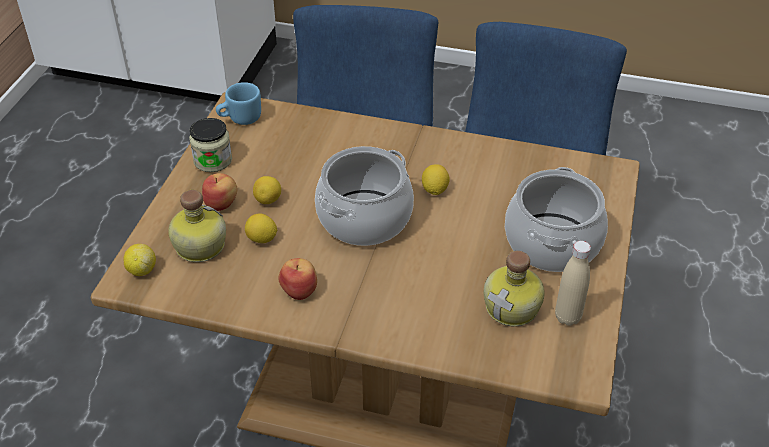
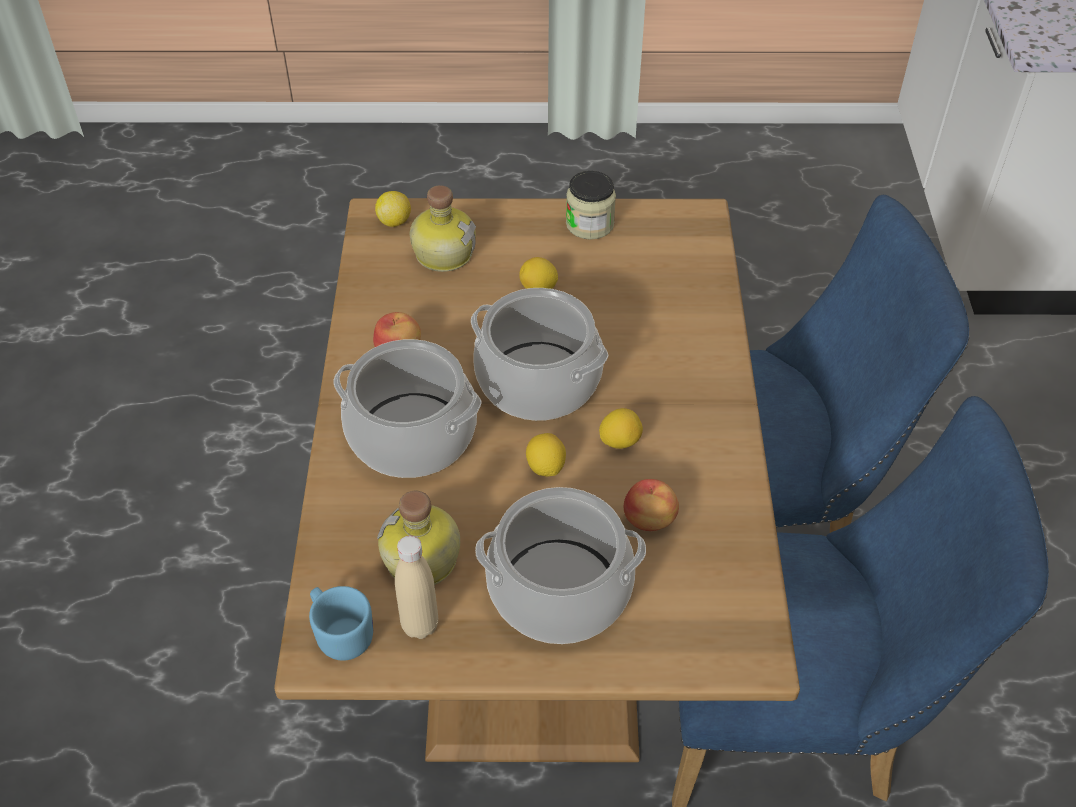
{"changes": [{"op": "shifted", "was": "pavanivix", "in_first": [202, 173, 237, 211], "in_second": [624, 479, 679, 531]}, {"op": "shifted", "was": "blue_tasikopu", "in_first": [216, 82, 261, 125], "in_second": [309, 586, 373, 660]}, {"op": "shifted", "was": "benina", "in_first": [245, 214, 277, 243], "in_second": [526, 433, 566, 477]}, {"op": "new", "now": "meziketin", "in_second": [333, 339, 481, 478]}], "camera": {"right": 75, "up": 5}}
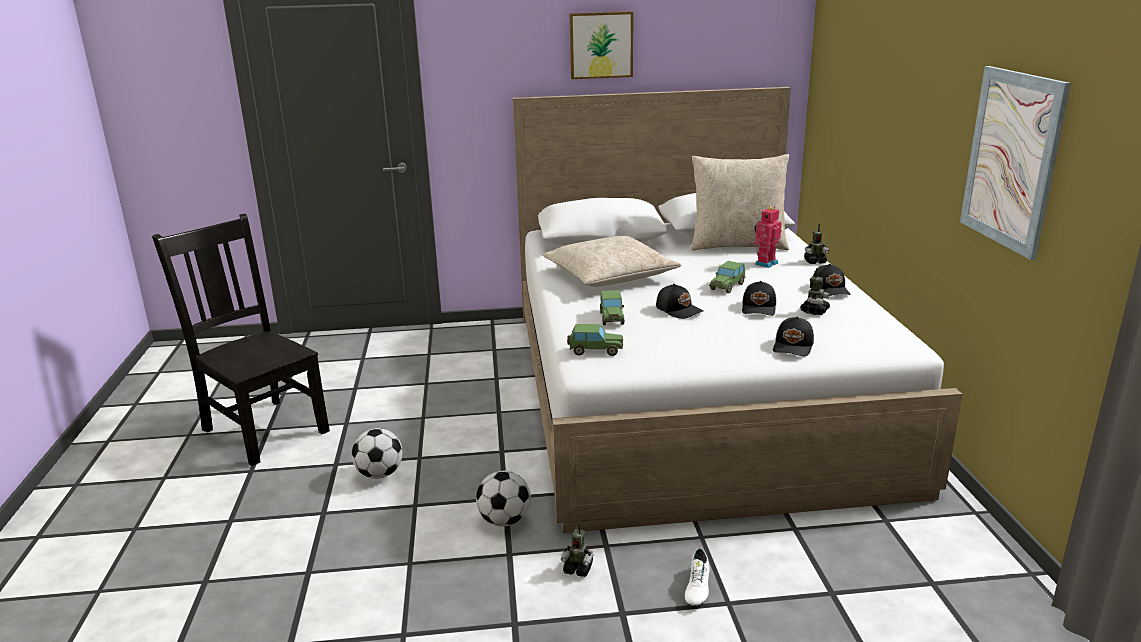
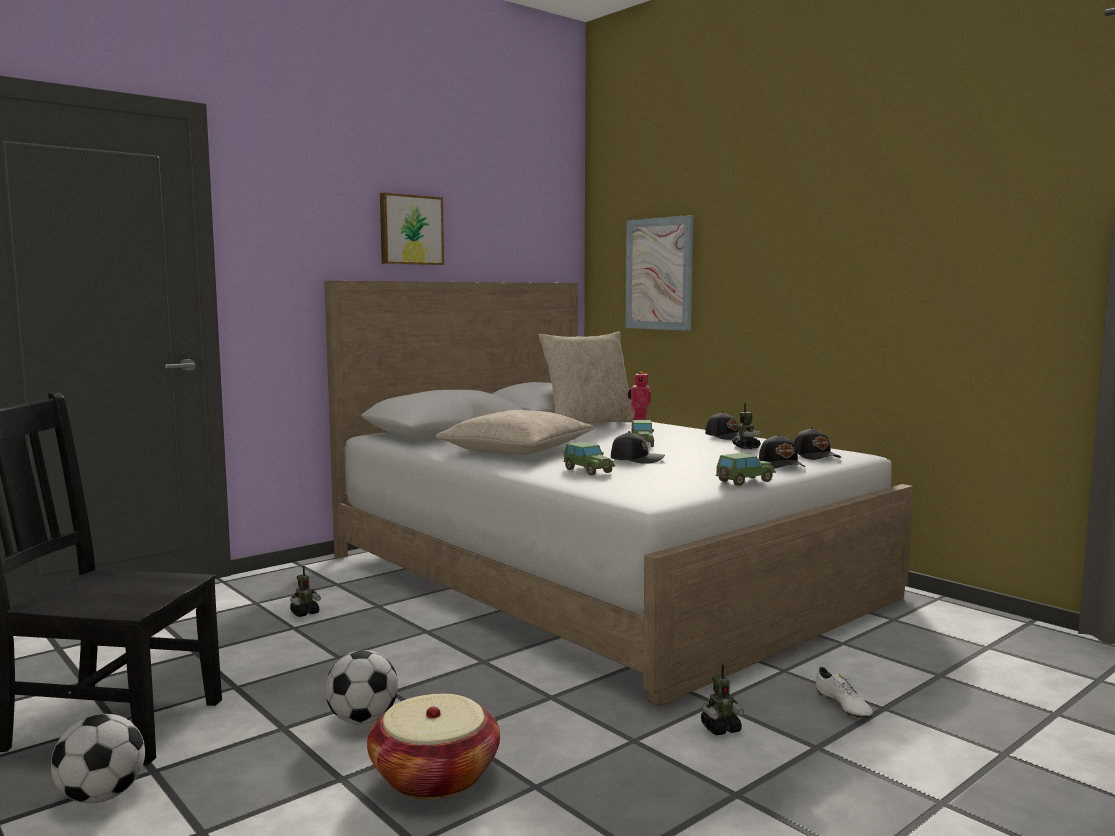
{"changes": [{"op": "shifted", "was": "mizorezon", "in_first": [476, 471, 531, 526], "in_second": [51, 714, 145, 803]}, {"op": "shifted", "was": "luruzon", "in_first": [567, 324, 623, 356], "in_second": [716, 453, 776, 486]}, {"op": "shifted", "was": "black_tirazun", "in_first": [742, 281, 776, 316], "in_second": [793, 427, 841, 460]}, {"op": "shifted", "was": "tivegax", "in_first": [804, 224, 829, 264], "in_second": [290, 566, 321, 617]}, {"op": "shifted", "was": "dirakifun", "in_first": [960, 66, 1071, 260], "in_second": [625, 215, 693, 331]}, {"op": "new", "now": "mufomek", "in_second": [367, 694, 500, 799]}], "camera": {"right": -35, "up": -15}}
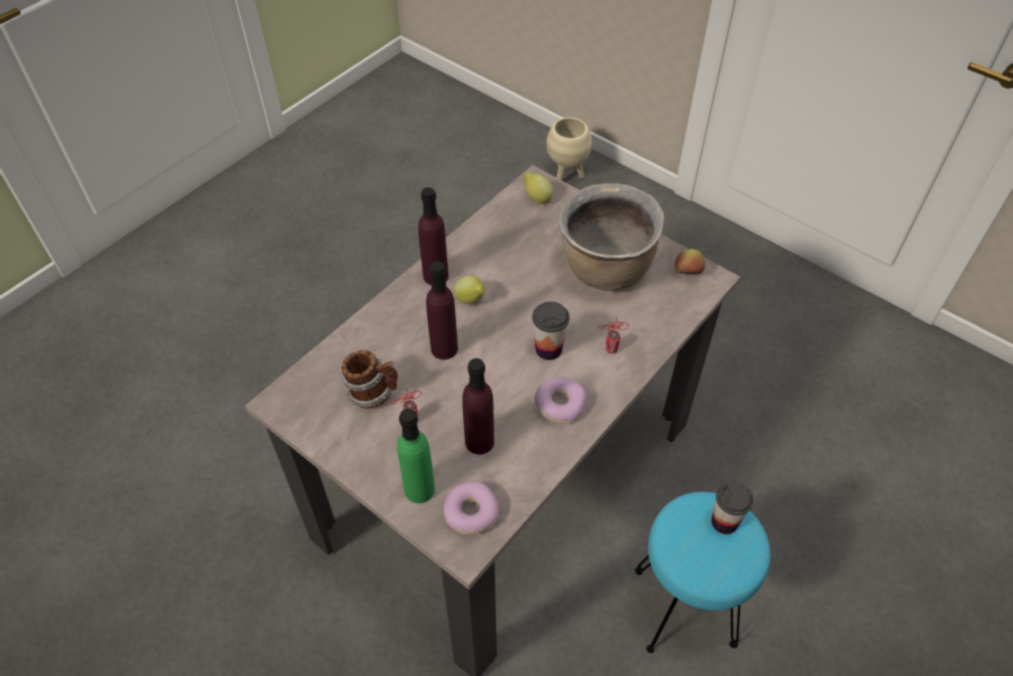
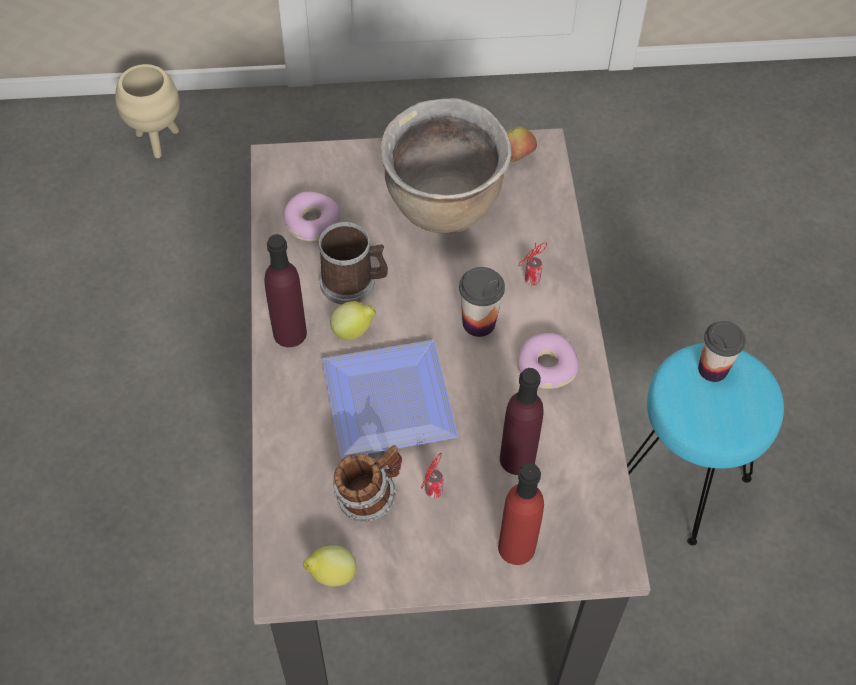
{"changes": [{"op": "repainted", "was": "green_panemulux", "now": "red_panemulux", "in_first": [397, 409, 435, 503], "in_second": [498, 463, 544, 565]}, {"op": "swapped", "was": "purple_panemulux", "now": "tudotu", "in_first": [426, 261, 458, 360], "in_second": [322, 340, 458, 458]}, {"op": "shifted", "was": "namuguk", "in_first": [443, 481, 499, 535], "in_second": [283, 191, 341, 241]}, {"op": "shifted", "was": "benina", "in_first": [524, 173, 553, 204], "in_second": [303, 545, 357, 587]}, {"op": "new", "now": "tasikopu", "in_second": [318, 222, 388, 304]}], "camera": {"right": -45, "up": 5}}
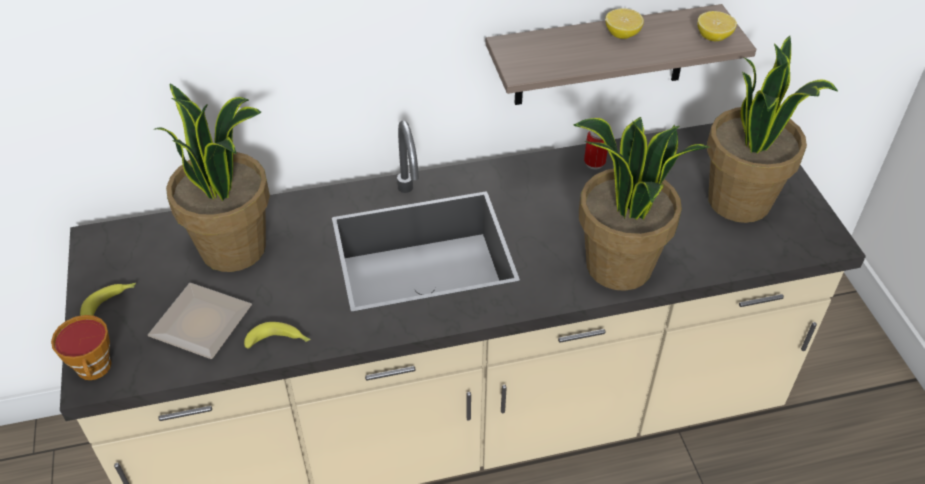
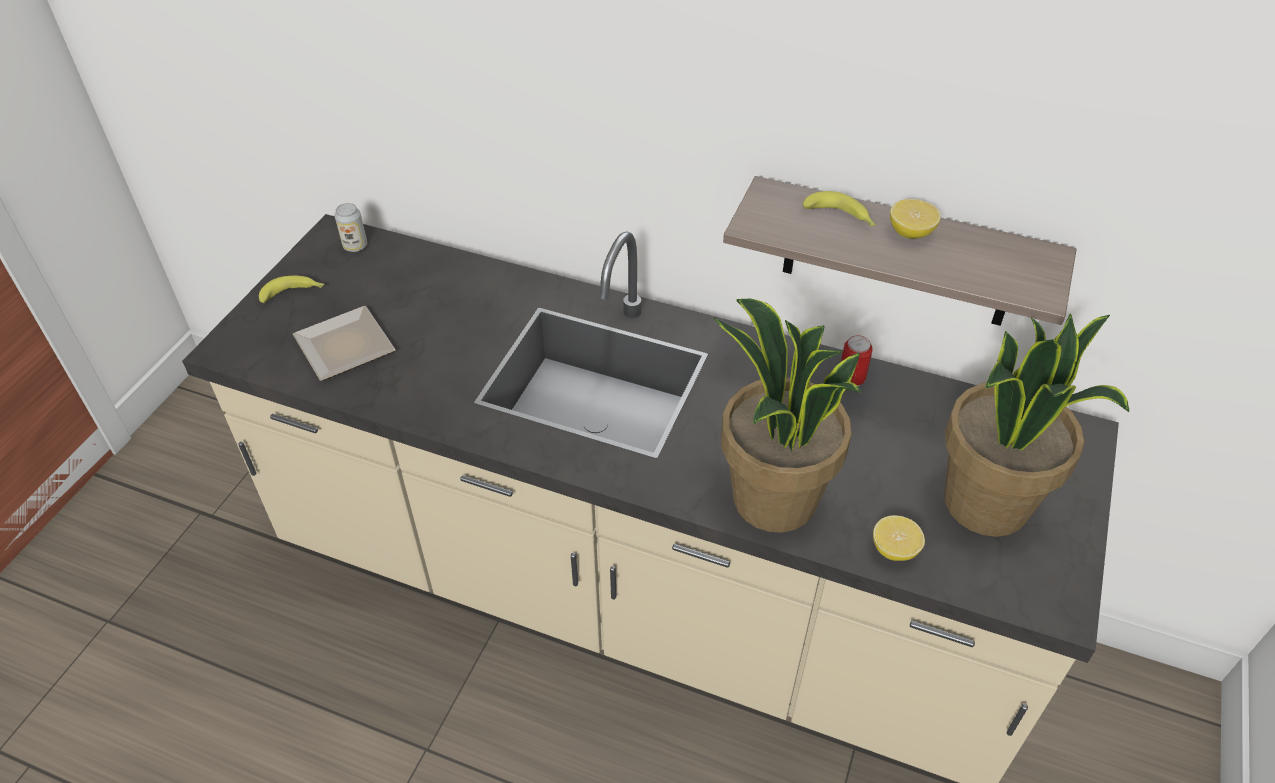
{"changes": [{"op": "gone", "was": "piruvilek", "in_first": [51, 315, 111, 380]}, {"op": "gone", "was": "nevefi", "in_first": [153, 83, 270, 272]}, {"op": "shifted", "was": "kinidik", "in_first": [244, 322, 310, 349], "in_second": [803, 191, 876, 227]}, {"op": "shifted", "was": "benina", "in_first": [698, 11, 737, 41], "in_second": [873, 515, 925, 561]}, {"op": "new", "now": "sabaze", "in_second": [335, 203, 367, 252]}], "camera": {"right": 35, "up": 0}}
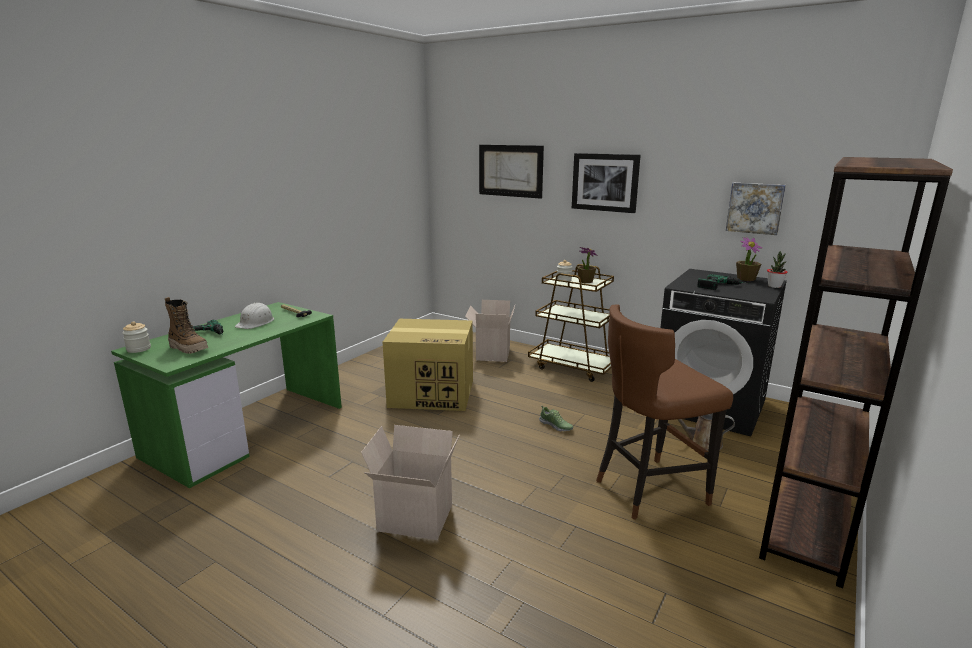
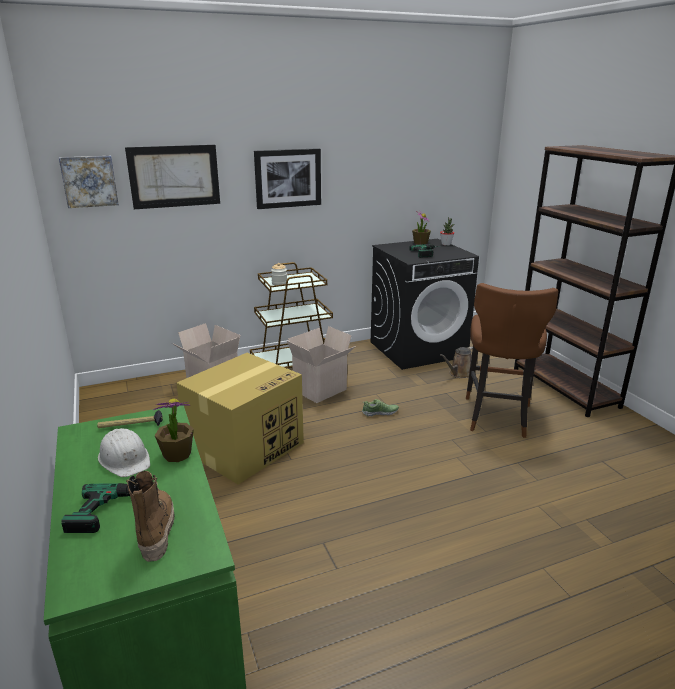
{"changes": [{"op": "gone", "was": "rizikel", "in_first": [122, 321, 151, 353]}, {"op": "rotated", "was": "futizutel", "in_first": [165, 297, 208, 354], "in_second": [126, 471, 174, 562], "clockwise": -75}, {"op": "shifted", "was": "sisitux", "in_first": [361, 425, 460, 540], "in_second": [287, 326, 356, 403]}, {"op": "shifted", "was": "nevefi", "in_first": [577, 247, 598, 283], "in_second": [153, 398, 194, 462]}, {"op": "shifted", "was": "dirakifun", "in_first": [726, 182, 786, 235], "in_second": [59, 156, 119, 208]}], "camera": {"right": -55, "up": 5}}
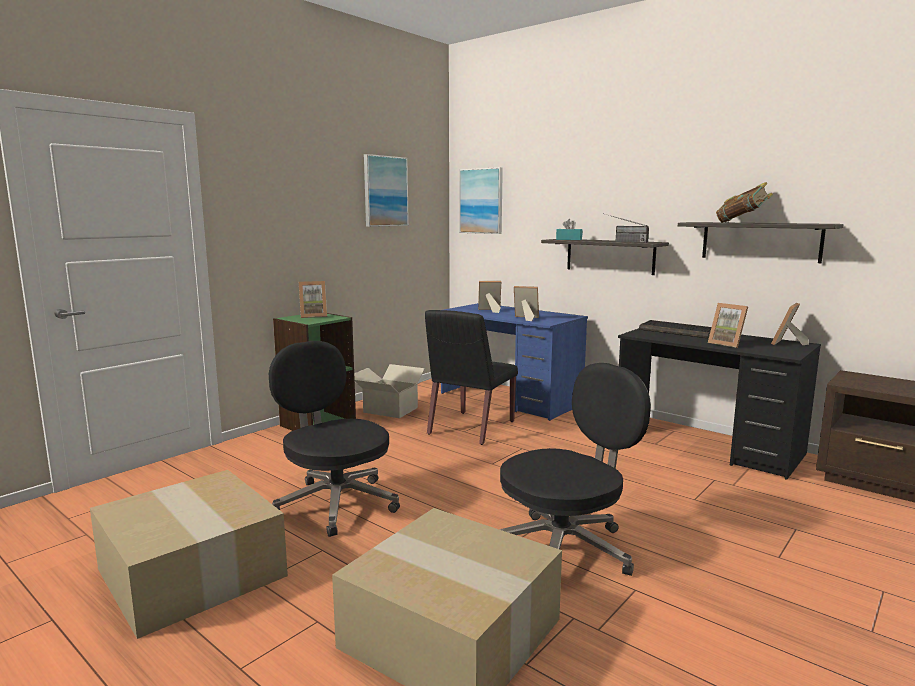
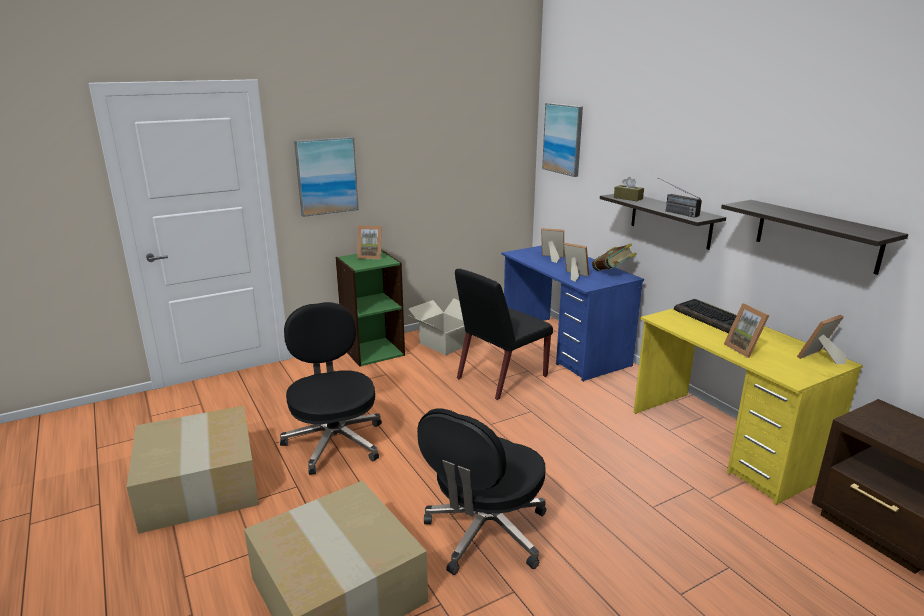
{"changes": [{"op": "shifted", "was": "dirakifun", "in_first": [364, 154, 409, 227], "in_second": [294, 137, 359, 217]}, {"op": "rotated", "was": "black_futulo", "in_first": [499, 363, 651, 576], "in_second": [417, 409, 546, 575], "clockwise": 135}, {"op": "repainted", "was": "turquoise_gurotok", "now": "brown_gurotok", "in_first": [556, 219, 582, 240], "in_second": [614, 177, 644, 201]}, {"op": "repainted", "was": "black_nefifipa", "now": "yellow_nefifipa", "in_first": [618, 328, 821, 480], "in_second": [633, 301, 863, 505]}, {"op": "shifted", "was": "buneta", "in_first": [716, 182, 773, 223], "in_second": [592, 244, 637, 271]}], "camera": {"right": 20, "up": 10}}
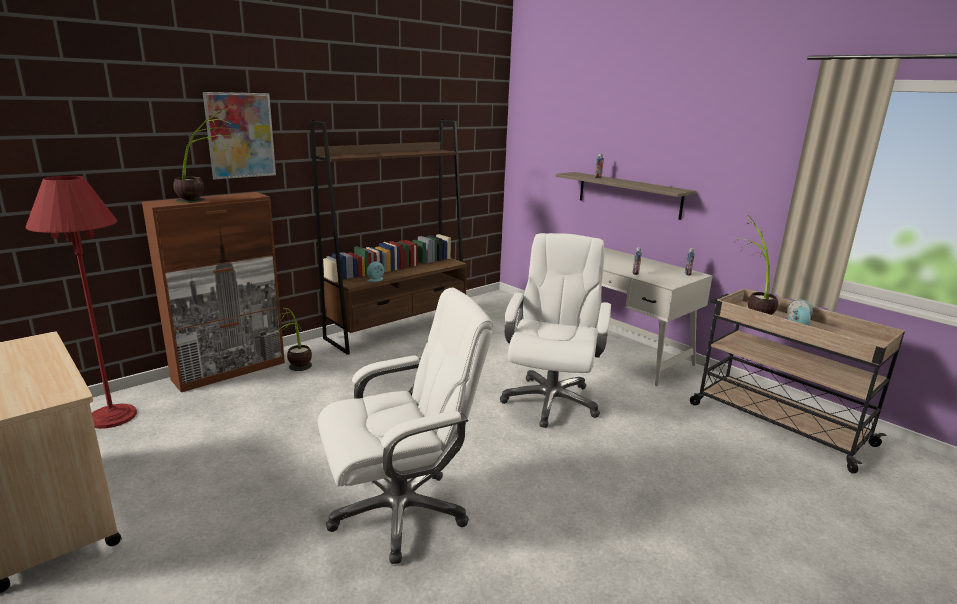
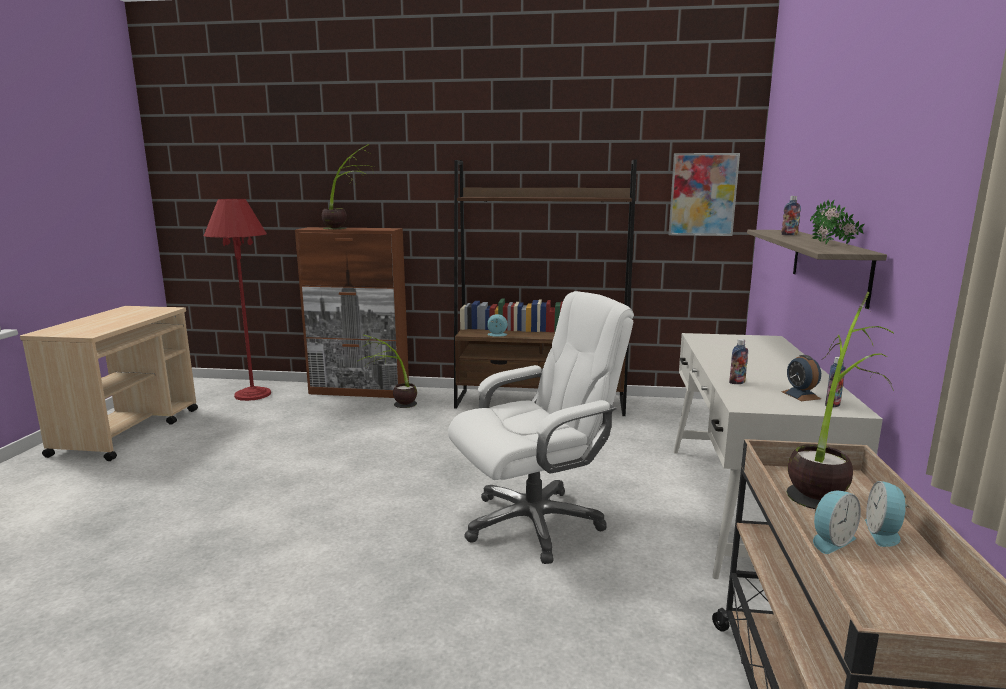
{"changes": [{"op": "shifted", "was": "dirakifun", "in_first": [203, 92, 276, 180], "in_second": [669, 153, 740, 236]}, {"op": "gone", "was": "white_futulo", "in_first": [318, 288, 493, 564]}, {"op": "new", "now": "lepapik", "in_second": [782, 355, 821, 401]}, {"op": "new", "now": "nevefi", "in_second": [810, 199, 865, 244]}], "camera": {"right": 50, "up": -5}}
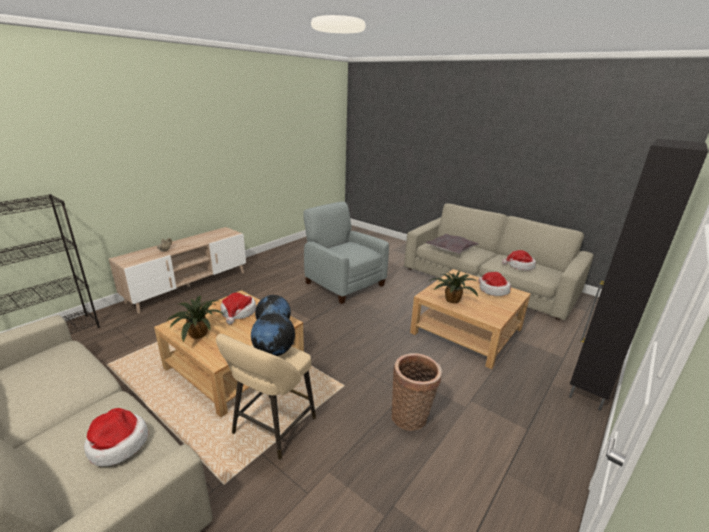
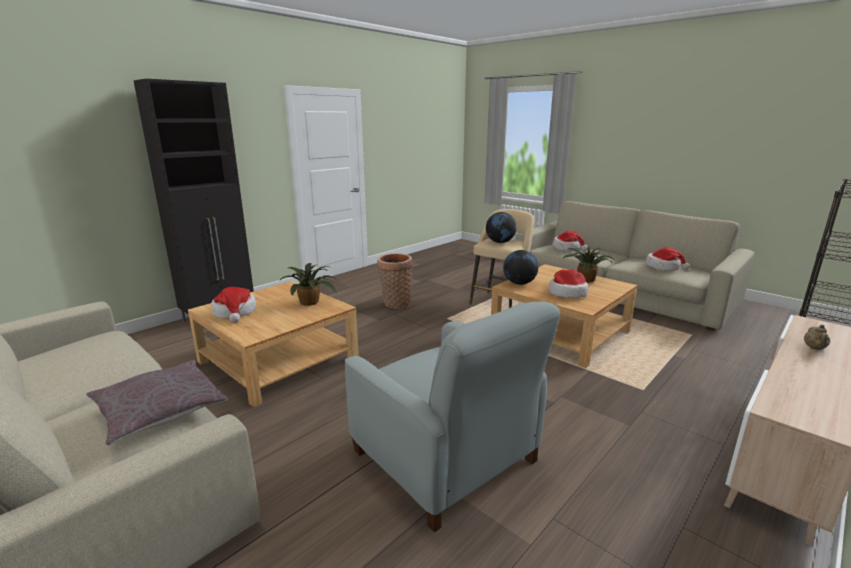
{"changes": [{"op": "shifted", "was": "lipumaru", "in_first": [502, 250, 536, 271], "in_second": [645, 247, 690, 271]}], "camera": {"right": -175, "up": -5}}
